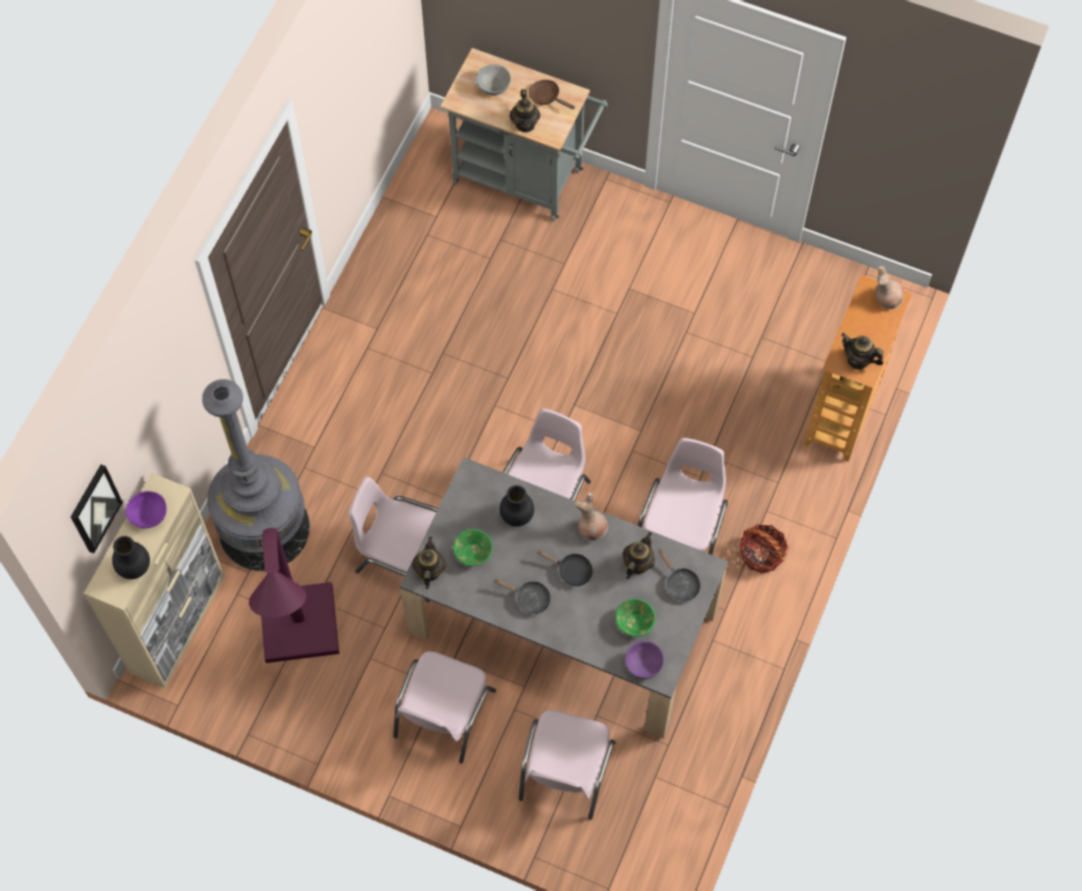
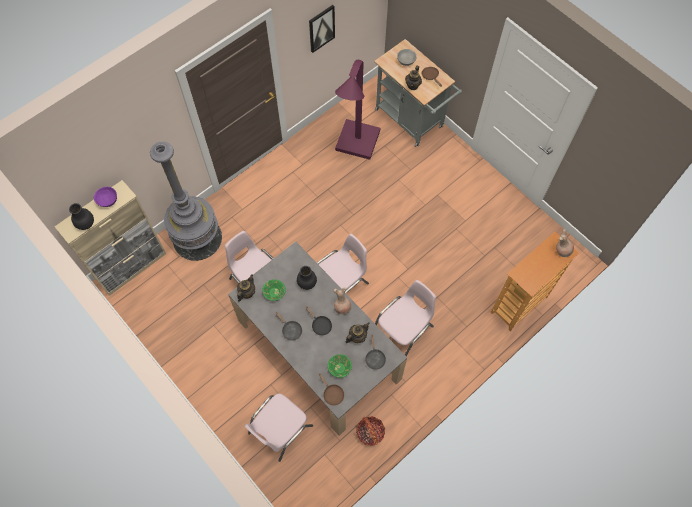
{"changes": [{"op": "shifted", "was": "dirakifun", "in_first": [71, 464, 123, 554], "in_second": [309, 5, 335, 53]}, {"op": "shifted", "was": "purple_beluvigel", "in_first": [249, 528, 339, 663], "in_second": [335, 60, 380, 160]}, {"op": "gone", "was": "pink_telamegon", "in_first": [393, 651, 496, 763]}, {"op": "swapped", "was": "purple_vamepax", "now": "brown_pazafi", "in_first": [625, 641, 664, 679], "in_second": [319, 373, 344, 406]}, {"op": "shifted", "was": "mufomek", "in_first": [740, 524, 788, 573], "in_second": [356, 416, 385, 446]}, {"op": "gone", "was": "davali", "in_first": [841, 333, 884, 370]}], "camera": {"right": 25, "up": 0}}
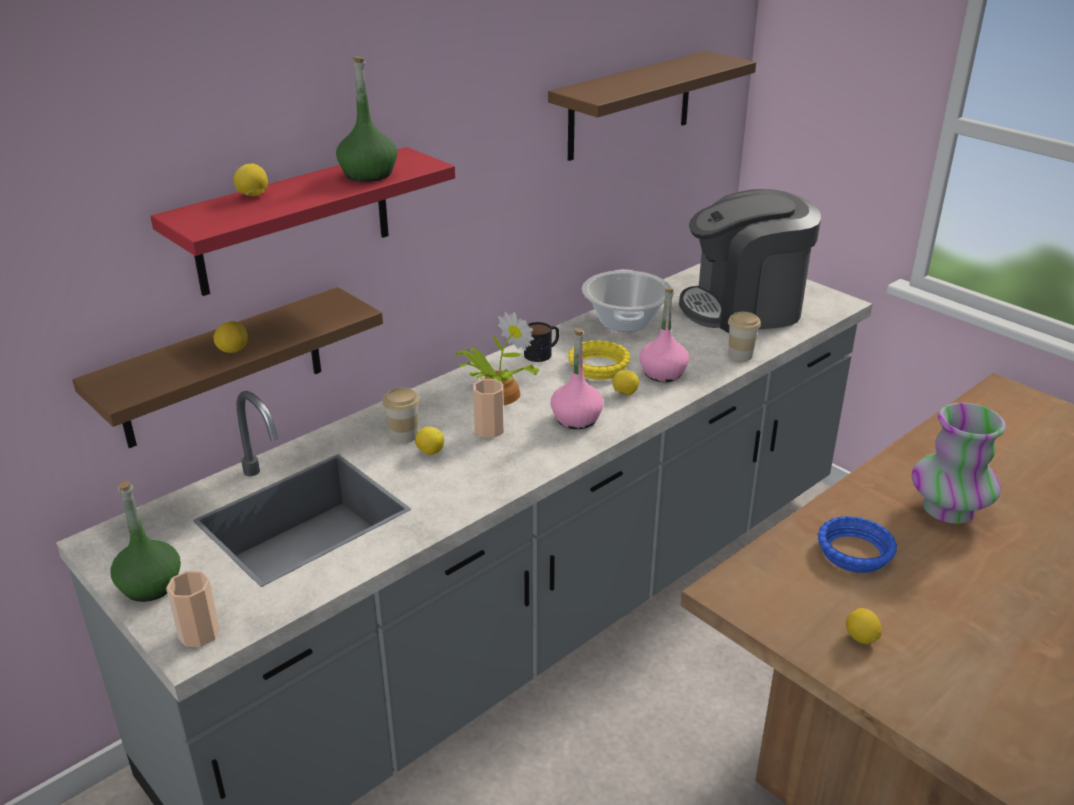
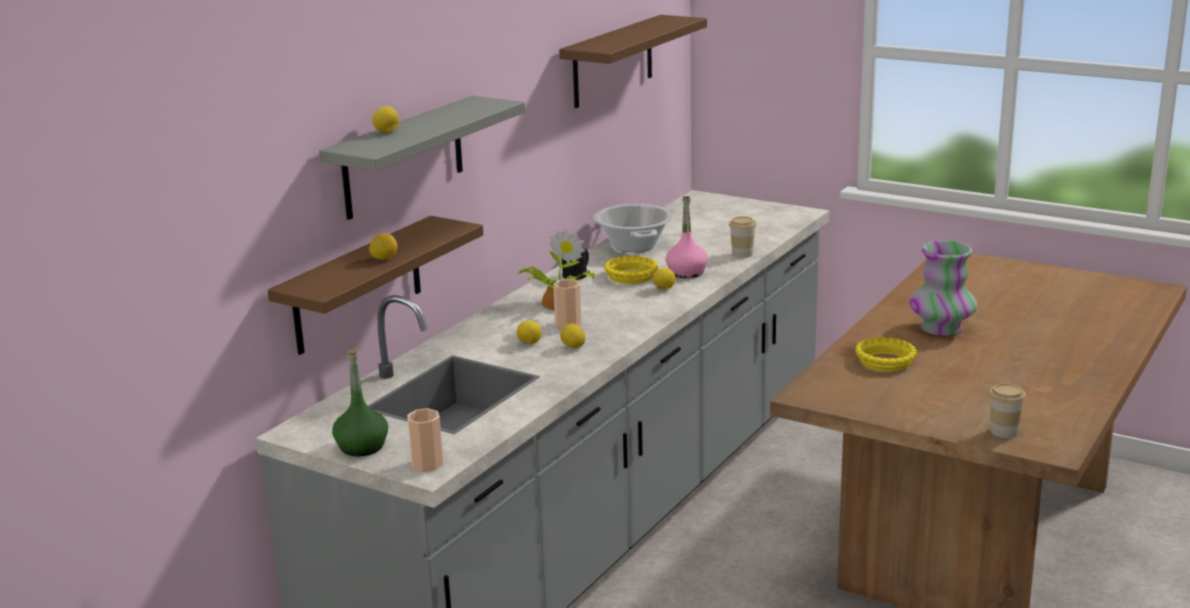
{"changes": [{"op": "repainted", "was": "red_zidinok", "now": "grey_zidinok", "in_first": [150, 147, 455, 296], "in_second": [319, 96, 525, 220]}, {"op": "gone", "was": "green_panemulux", "in_first": [336, 56, 397, 182]}, {"op": "shifted", "was": "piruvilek", "in_first": [383, 387, 420, 443], "in_second": [989, 383, 1026, 438]}, {"op": "gone", "was": "pink_panemulux", "in_first": [551, 328, 604, 429]}, {"op": "gone", "was": "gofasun", "in_first": [679, 189, 821, 333]}, {"op": "repainted", "was": "blue_vamepax", "now": "yellow_vamepax", "in_first": [818, 516, 897, 573], "in_second": [855, 337, 917, 372]}, {"op": "shifted", "was": "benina", "in_first": [846, 608, 882, 644], "in_second": [560, 323, 585, 348]}], "camera": {"right": -15, "up": -10}}
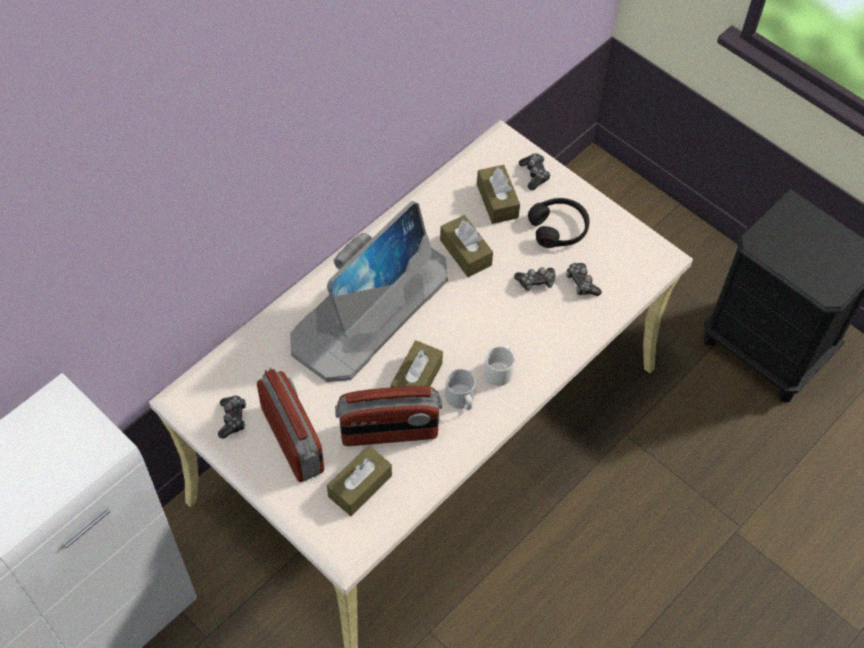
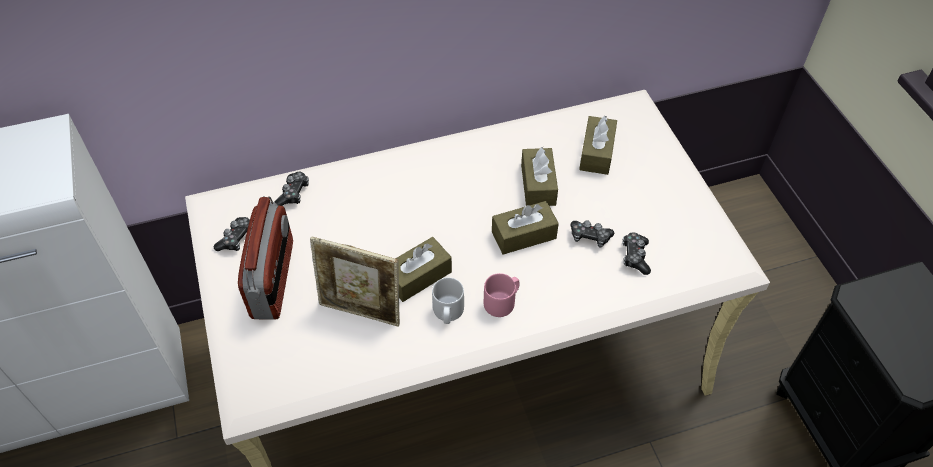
{"changes": [{"op": "gone", "was": "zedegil", "in_first": [290, 201, 448, 382]}, {"op": "shifted", "was": "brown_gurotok", "in_first": [327, 445, 392, 516], "in_second": [492, 201, 559, 255]}, {"op": "swapped", "was": "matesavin", "now": "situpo", "in_first": [335, 386, 442, 446], "in_second": [310, 236, 400, 326]}, {"op": "repainted", "was": "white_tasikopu", "now": "pink_tasikopu", "in_first": [484, 345, 515, 386], "in_second": [484, 273, 520, 317]}, {"op": "shifted", "was": "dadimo", "in_first": [519, 153, 550, 190], "in_second": [275, 172, 309, 206]}, {"op": "gone", "was": "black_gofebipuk", "in_first": [528, 198, 590, 248]}], "camera": {"right": 30, "up": -5}}
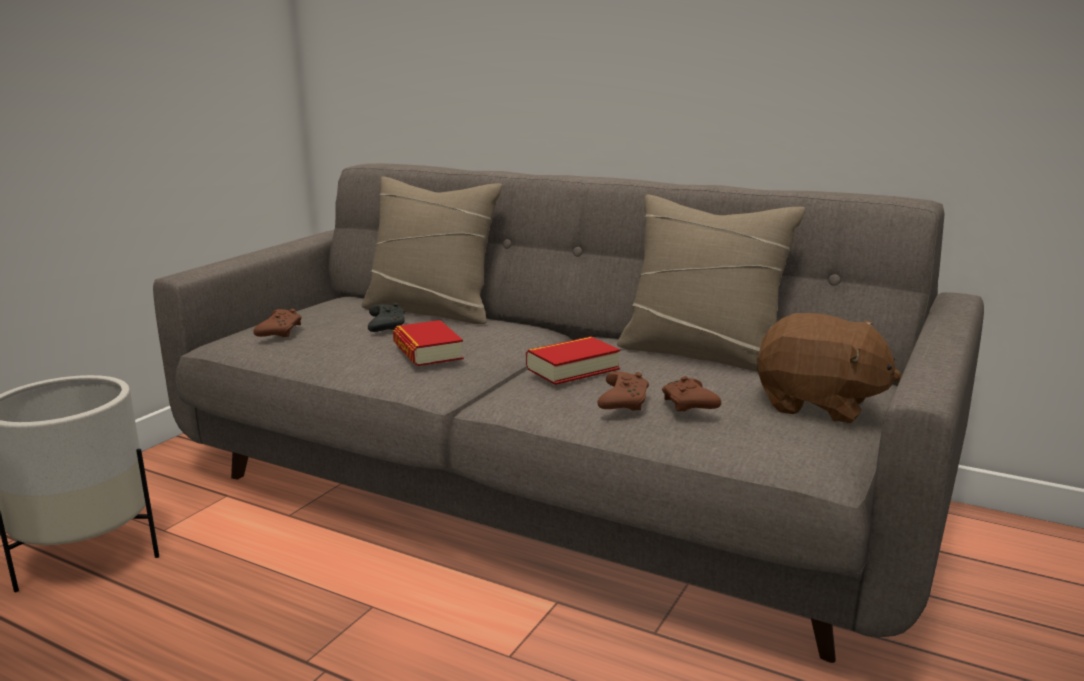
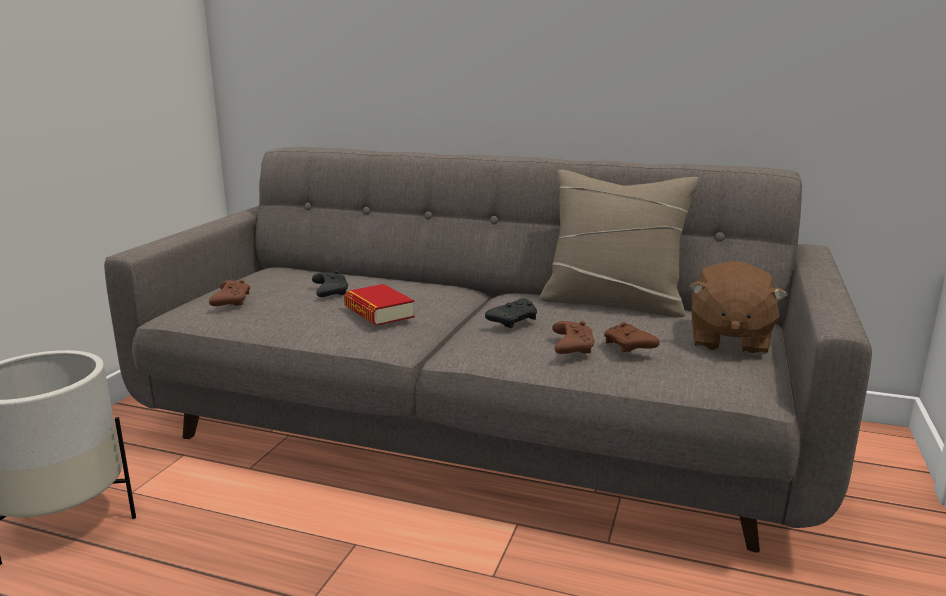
{"changes": [{"op": "gone", "was": "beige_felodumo", "in_first": [361, 177, 502, 324]}, {"op": "swapped", "was": "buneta", "now": "black_dadimo", "in_first": [526, 337, 620, 385], "in_second": [485, 298, 537, 328]}, {"op": "rotated", "was": "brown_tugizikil", "in_first": [757, 313, 902, 423], "in_second": [689, 261, 788, 355], "clockwise": 90}], "camera": {"right": -10, "up": 0}}
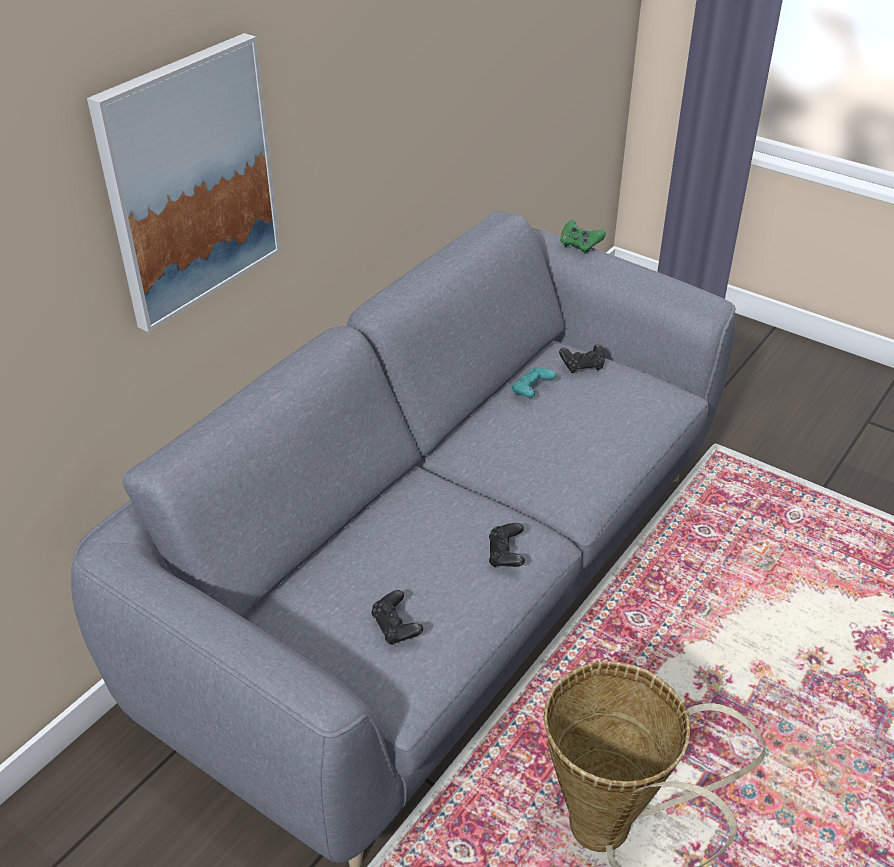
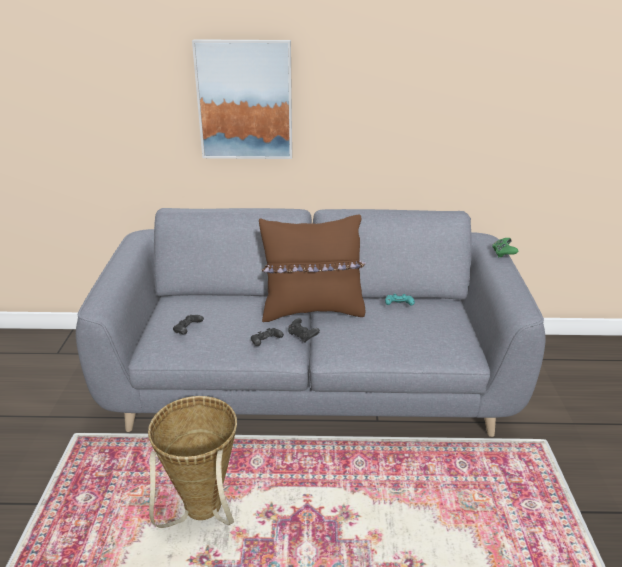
{"changes": [{"op": "shifted", "was": "black_dadimo", "in_first": [559, 344, 605, 373], "in_second": [288, 318, 320, 343]}, {"op": "new", "now": "brown_felodumo", "in_second": [259, 215, 366, 322]}], "camera": {"right": 55, "up": -10}}
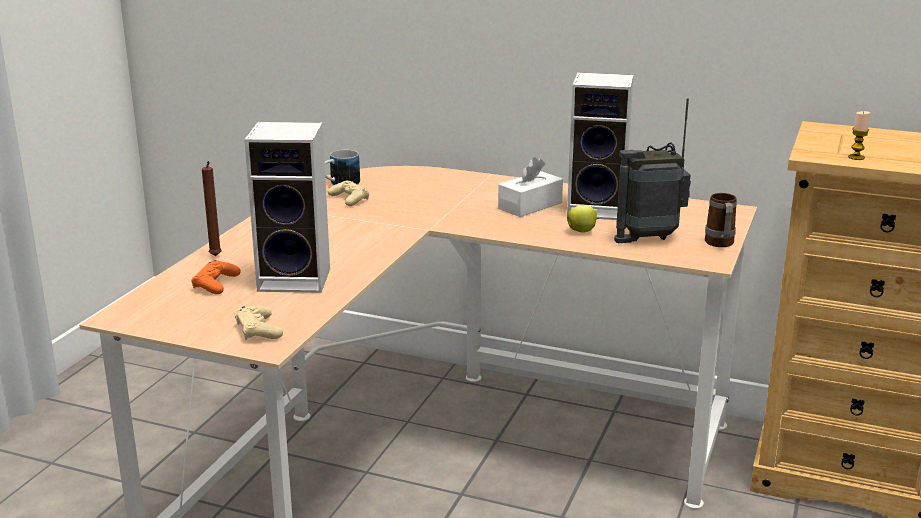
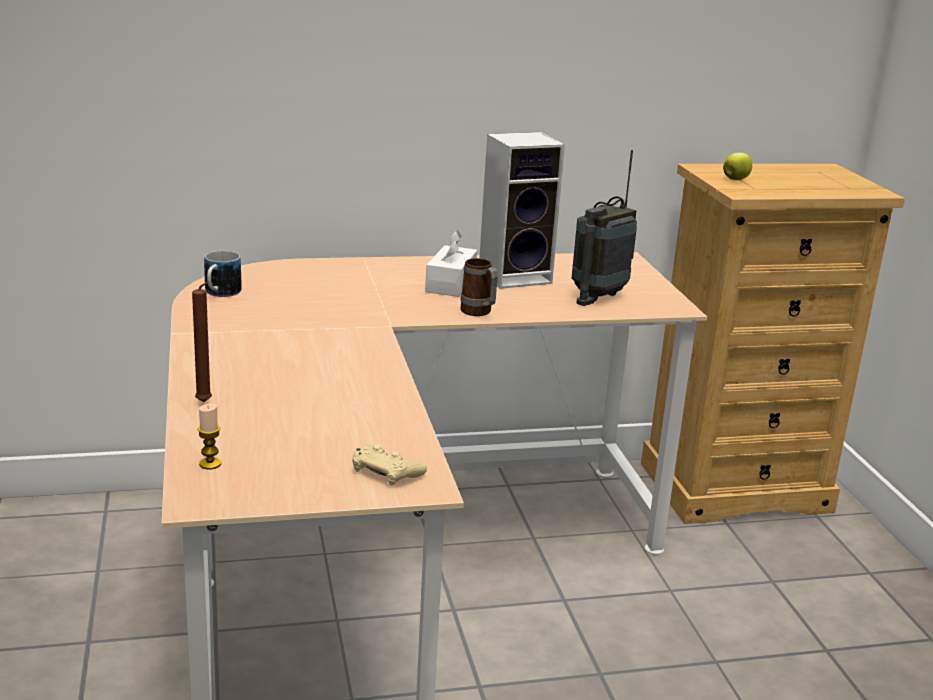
{"changes": [{"op": "gone", "was": "orange_dadimo", "in_first": [191, 260, 241, 294]}, {"op": "gone", "was": "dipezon", "in_first": [244, 122, 330, 293]}, {"op": "gone", "was": "beige_dadimo", "in_first": [328, 180, 369, 206]}, {"op": "shifted", "was": "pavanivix", "in_first": [567, 205, 599, 232], "in_second": [723, 152, 752, 180]}, {"op": "shifted", "was": "tasikopu", "in_first": [705, 193, 737, 247], "in_second": [460, 258, 498, 316]}, {"op": "shifted", "was": "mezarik", "in_first": [848, 111, 870, 160], "in_second": [198, 404, 221, 470]}], "camera": {"right": -35, "up": 0}}
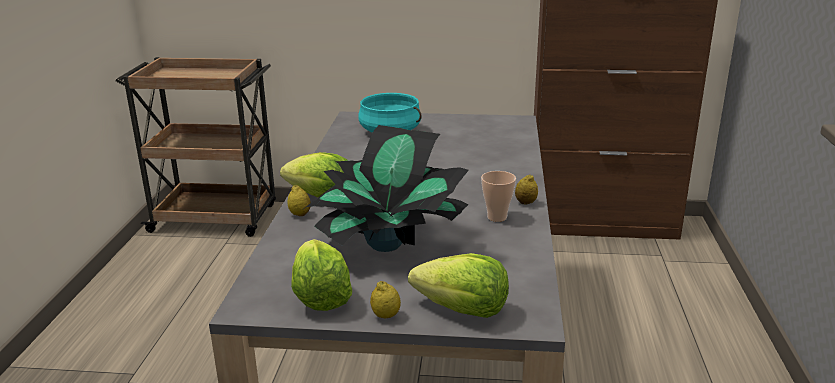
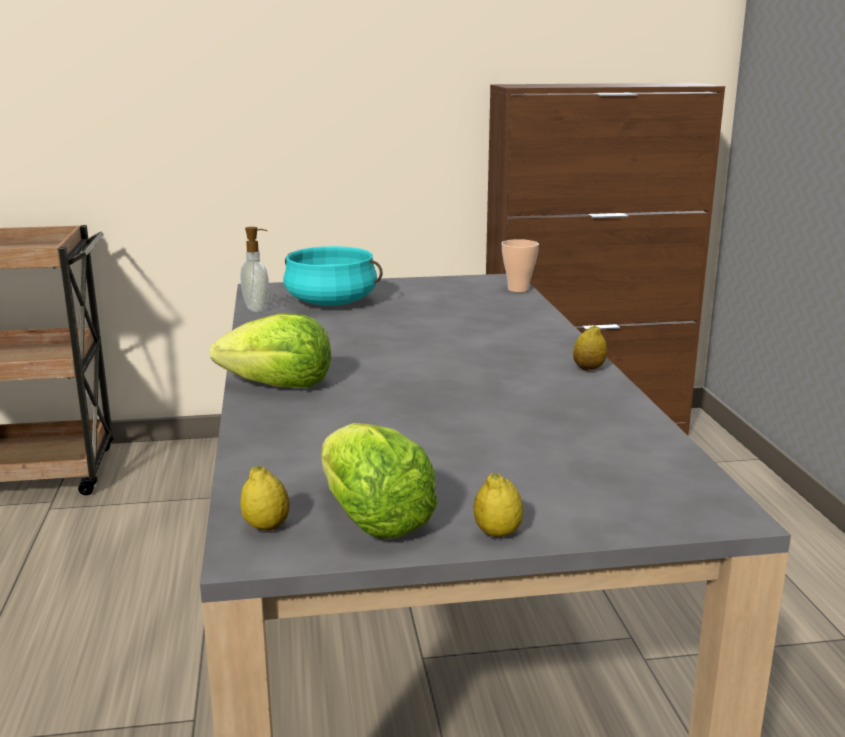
{"changes": [{"op": "shifted", "was": "benina", "in_first": [288, 185, 311, 216], "in_second": [240, 466, 289, 531]}, {"op": "gone", "was": "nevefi", "in_first": [302, 125, 469, 252]}, {"op": "gone", "was": "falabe", "in_first": [408, 253, 509, 318]}, {"op": "shifted", "was": "piruvilek", "in_first": [481, 171, 516, 222], "in_second": [502, 239, 539, 292]}, {"op": "new", "now": "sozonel", "in_second": [240, 227, 269, 312]}], "camera": {"right": -15, "up": -5}}
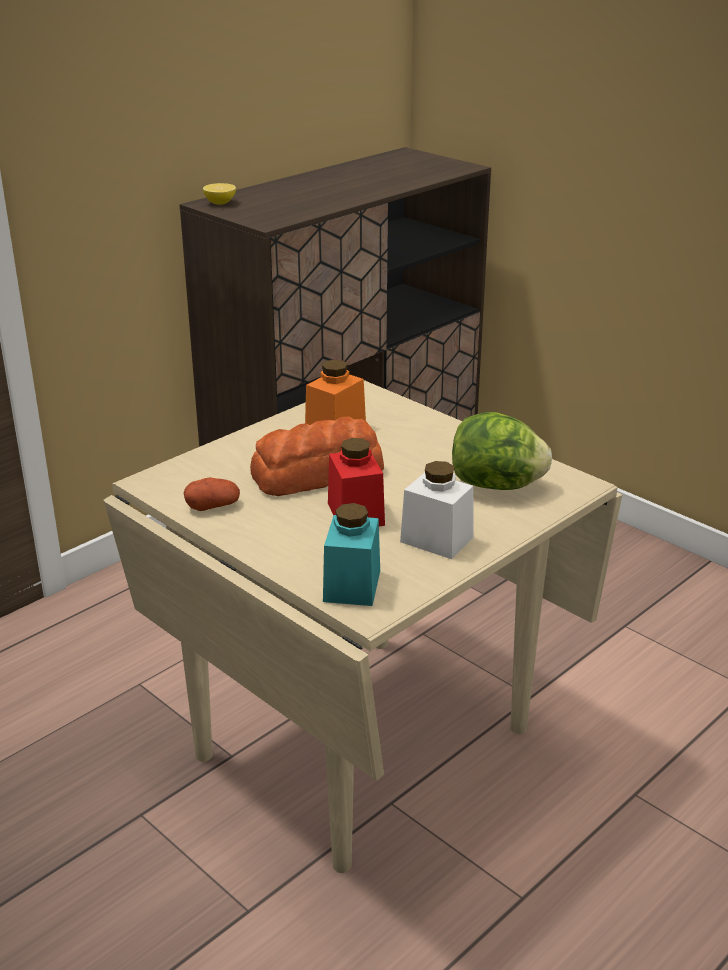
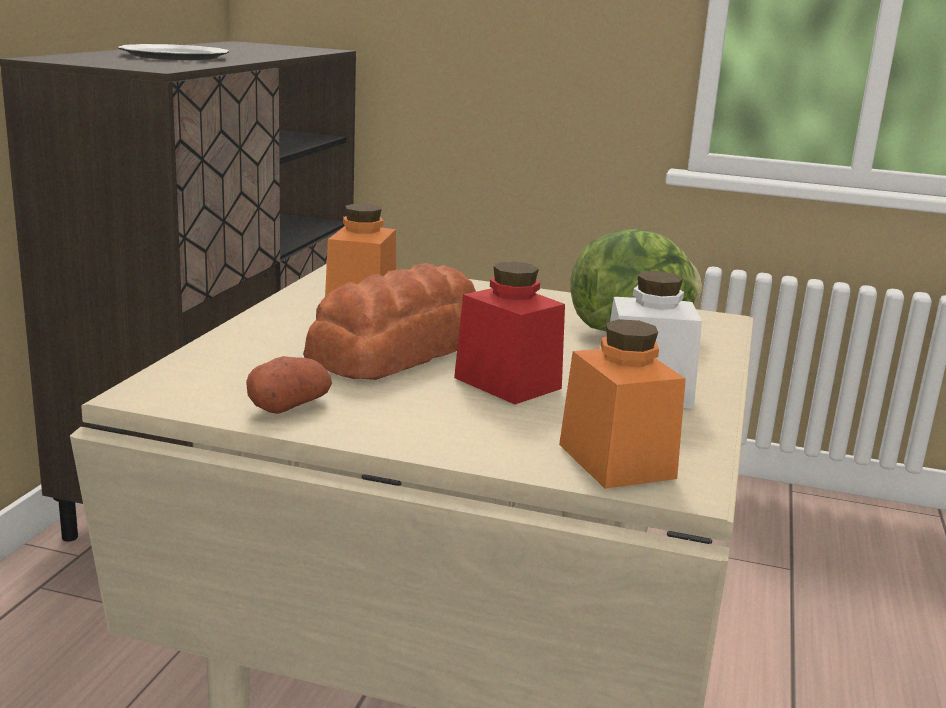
{"changes": [{"op": "gone", "was": "benina", "in_first": [203, 183, 236, 205]}, {"op": "repainted", "was": "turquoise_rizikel", "now": "orange_rizikel", "in_first": [323, 503, 380, 606], "in_second": [559, 319, 686, 489]}, {"op": "new", "now": "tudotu", "in_second": [118, 44, 230, 60]}], "camera": {"right": -30, "up": -10}}
